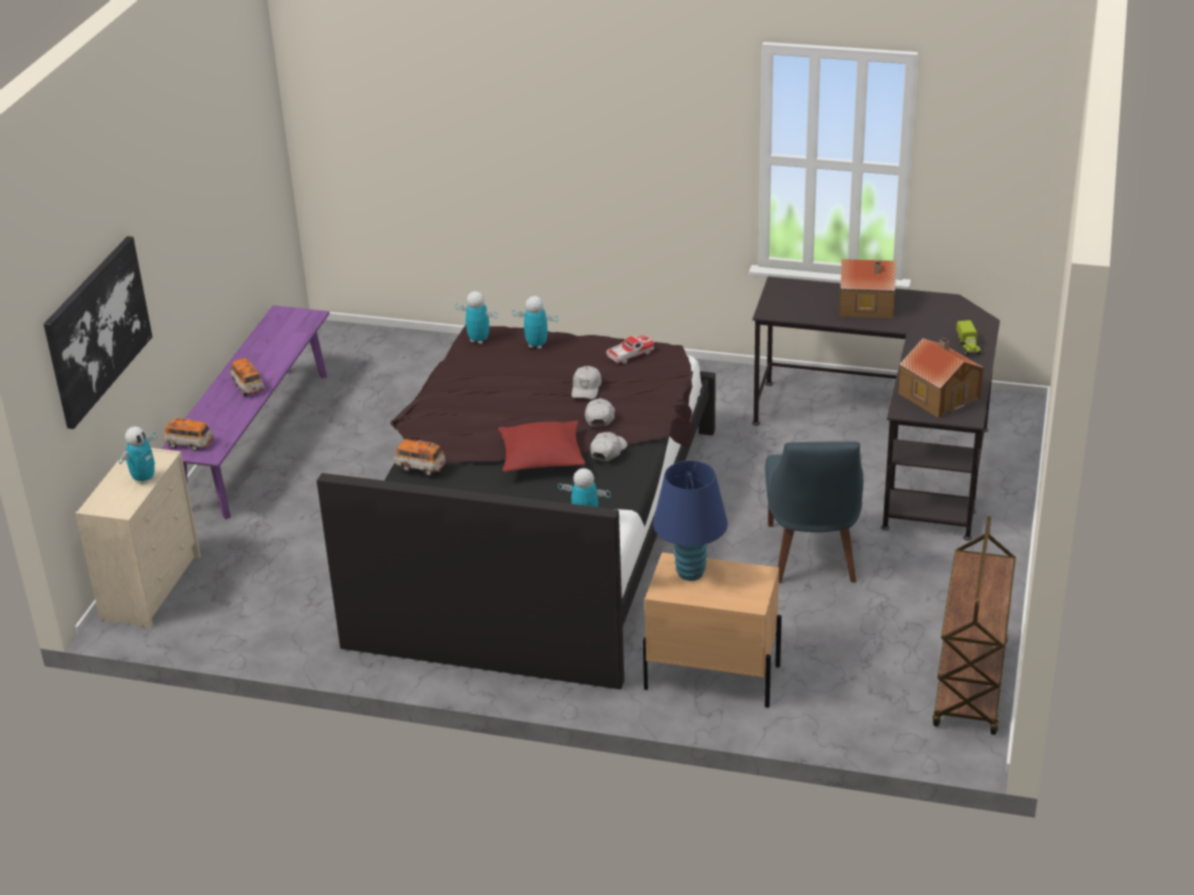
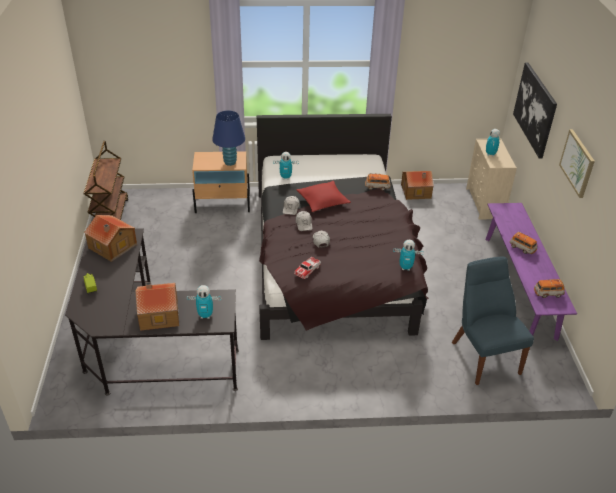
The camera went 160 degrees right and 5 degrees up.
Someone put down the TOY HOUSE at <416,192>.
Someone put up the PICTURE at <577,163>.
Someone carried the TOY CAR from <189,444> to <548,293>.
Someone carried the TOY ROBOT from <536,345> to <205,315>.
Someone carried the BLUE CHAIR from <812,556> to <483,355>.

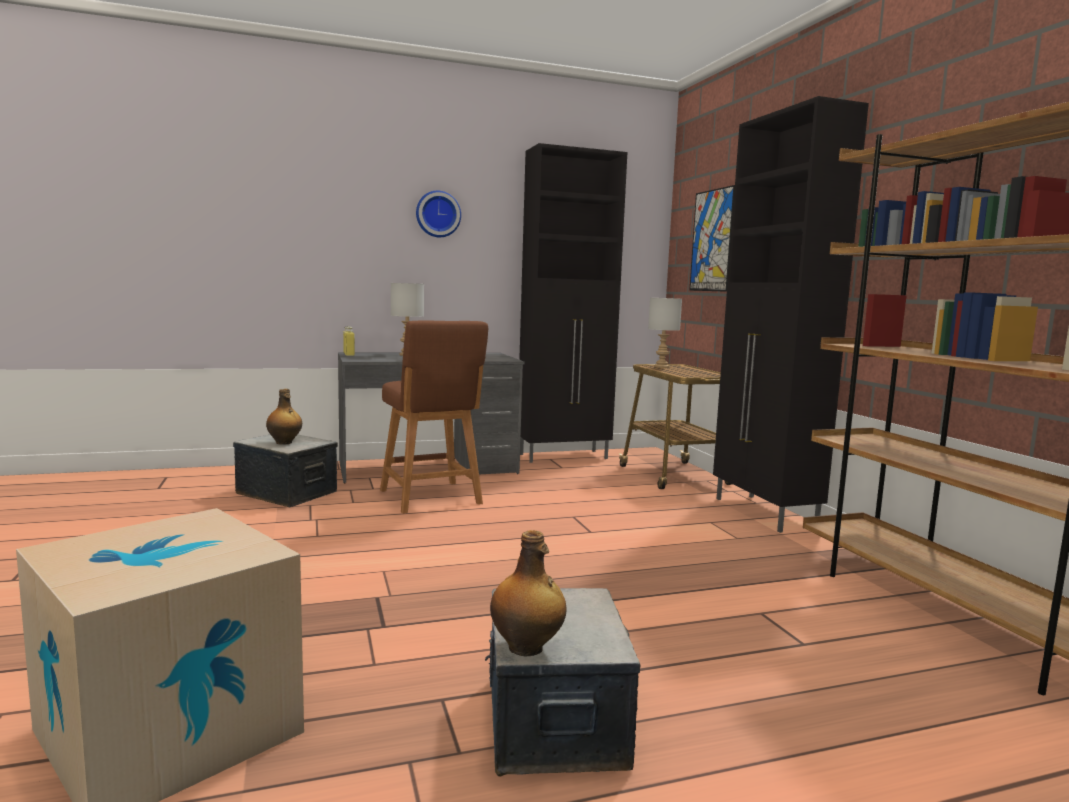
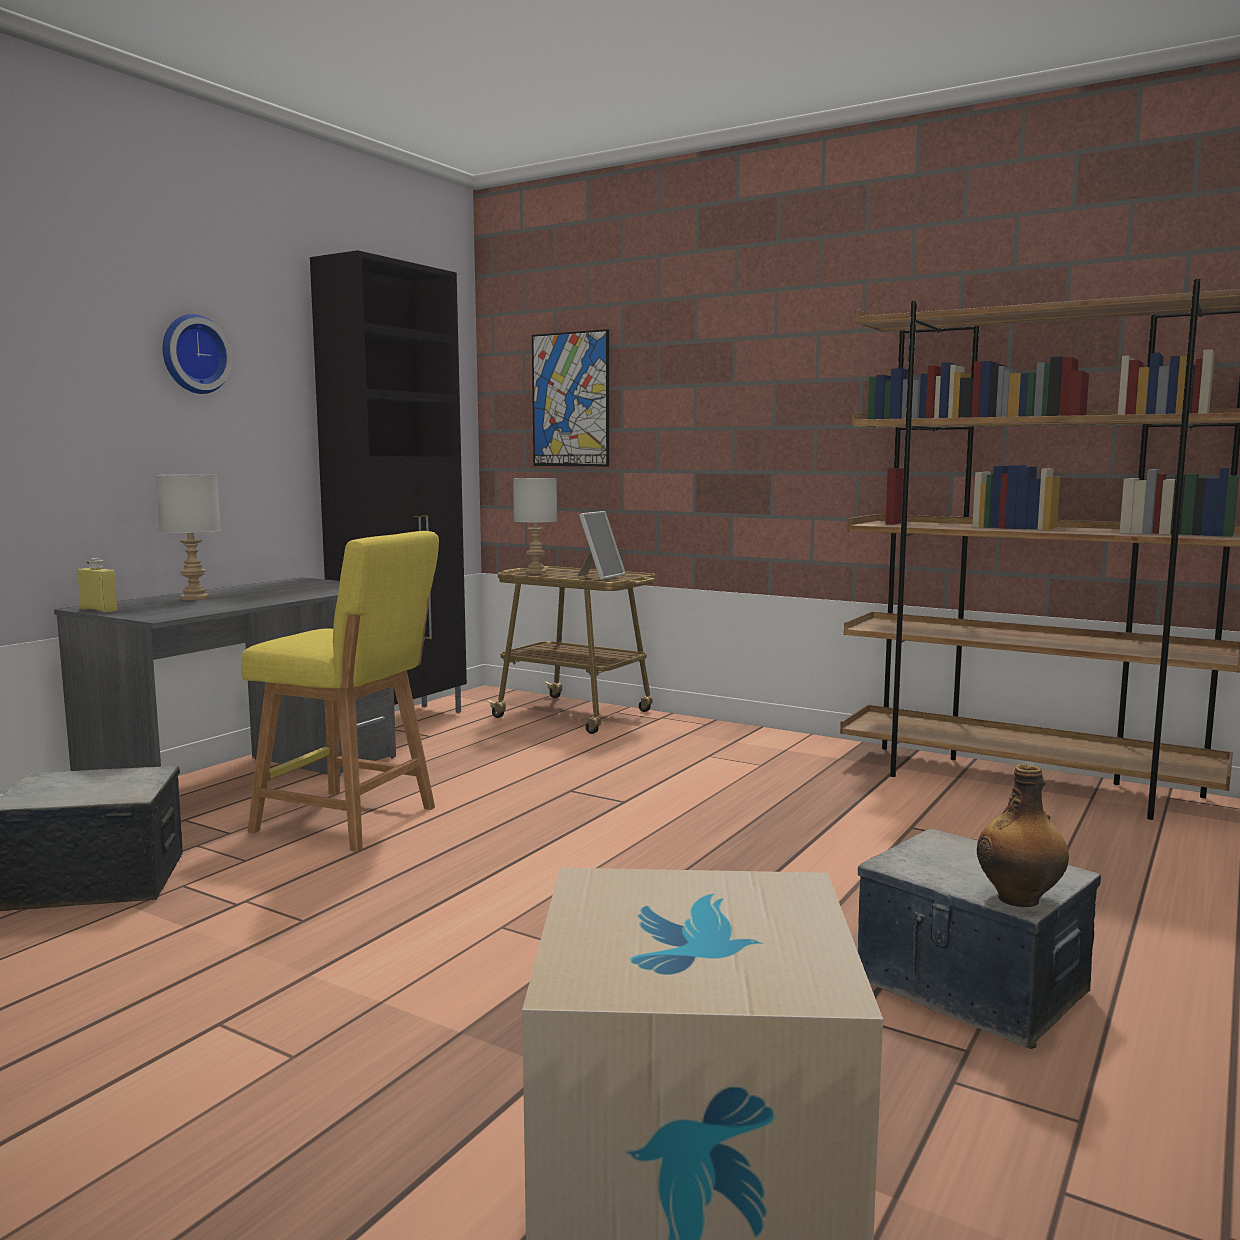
The camera went 40 degrees left and 0 degrees up.
Someone took away the BOTTLE at <284,443>.
Someone took away the BLACK CABINET at <764,513>.
Someone put down the PICTURE FRAME at <600,576>.
Someone repainted the BROWN STOOL at <432,498>, which became the YELLOW STOOL at <352,821>.

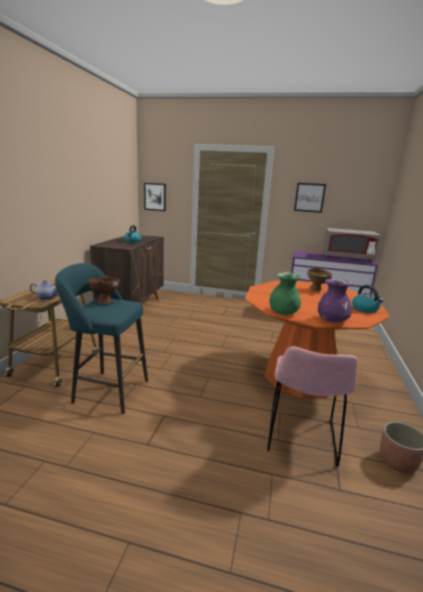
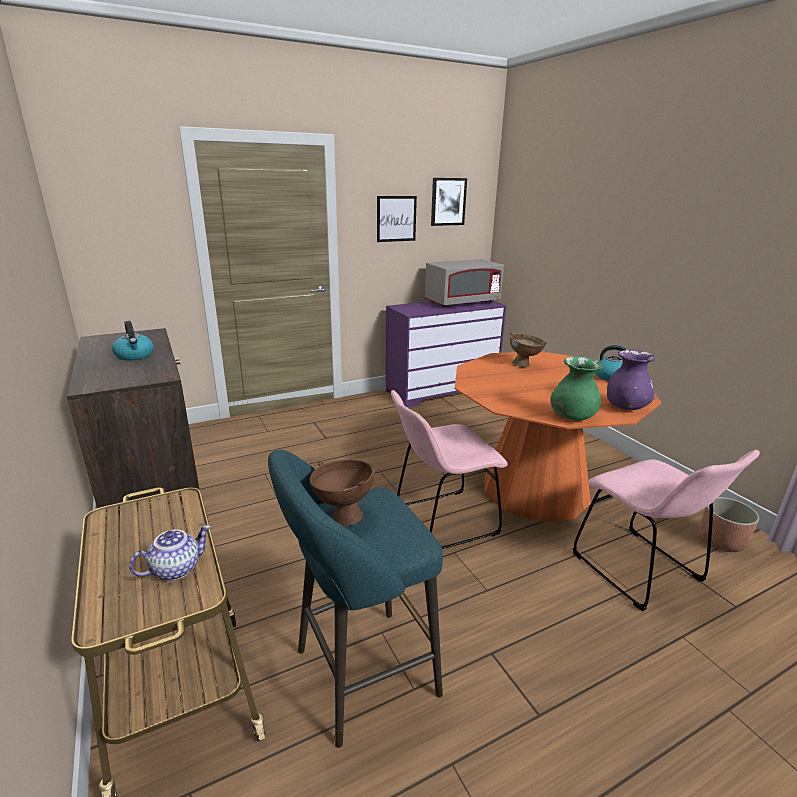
The camera went 40 degrees left and 5 degrees up.
Someone put down the PINK CHAIR at <441,521>.
Someone carried the PICTURE from <155,197> to <448,201>.

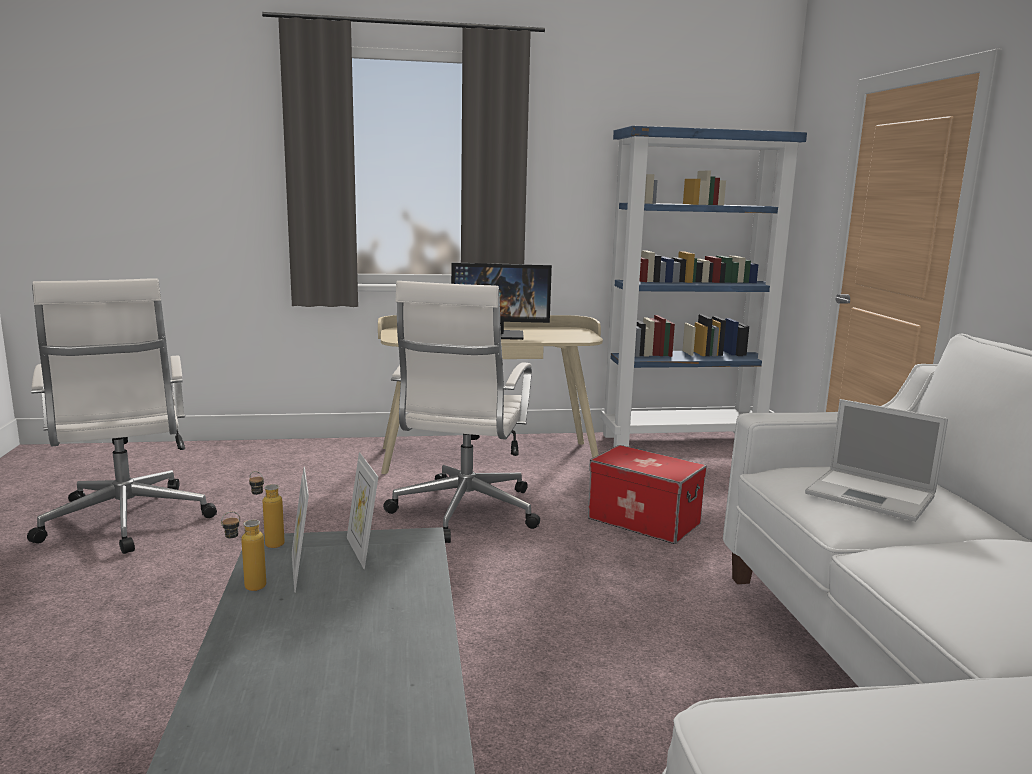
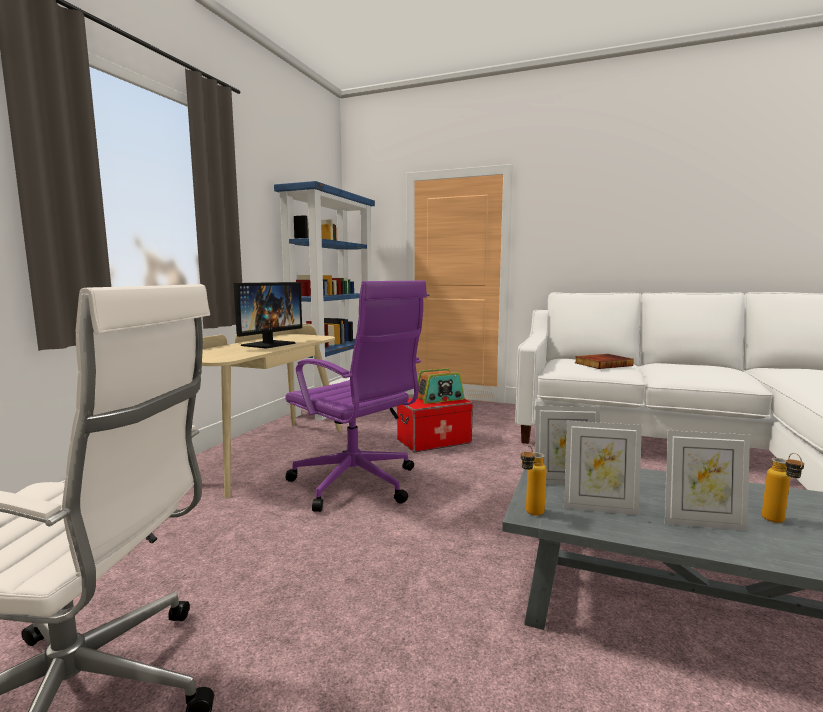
The camera went 60 degrees left and 5 degrees down.
Someone put down the RADIO at <439,398>.
Someone put down the PICTURE FRAME at <702,523>.
Someone carried the BOTTLE from <246,588> to <778,523>.
Someone swapped the LAPTOP at <872,495> for the BOOK at <602,364>.
Someone repainted the WHITE OFFICE CHAIR at <464,512>, which became the PURPLE OFFICE CHAIR at <357,484>.

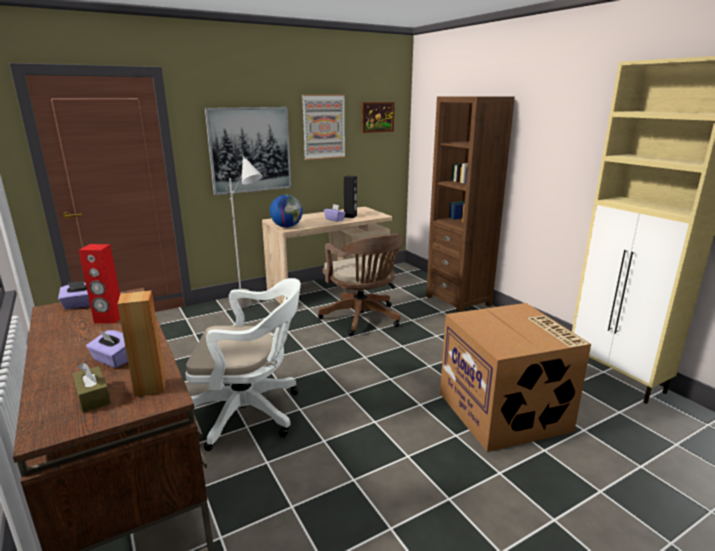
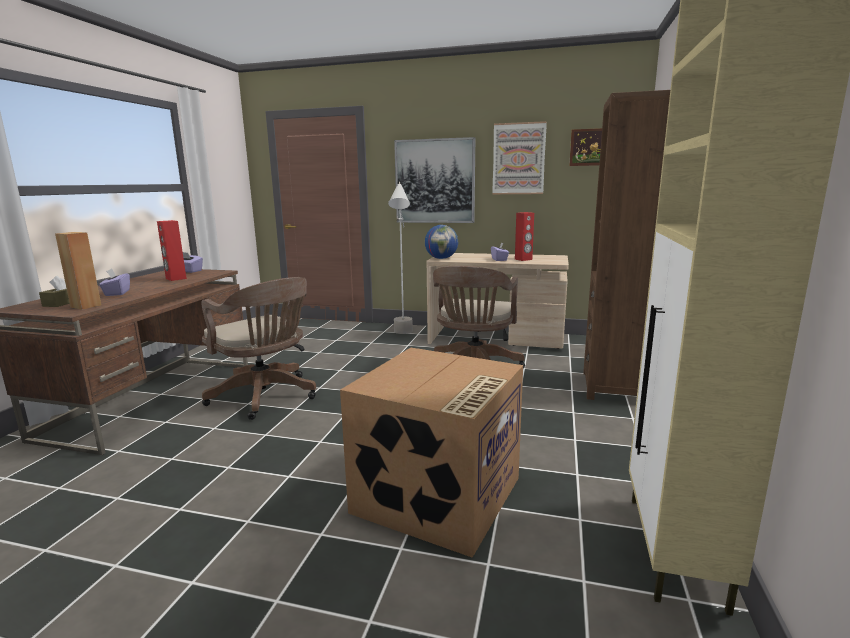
The camera went 45 degrees right and 5 degrees down.
Someone repainted the WHITE OFFICE CHAIR at <250,413>, which became the BROWN OFFICE CHAIR at <266,397>.
Someone repainted the BLACK SPEAKER at <350,216>, which became the RED SPEAKER at <523,259>.

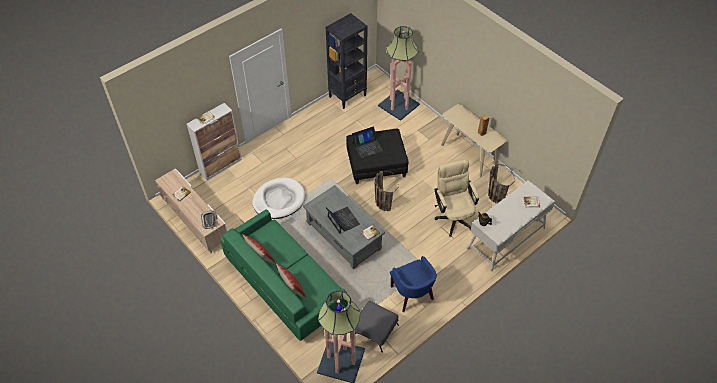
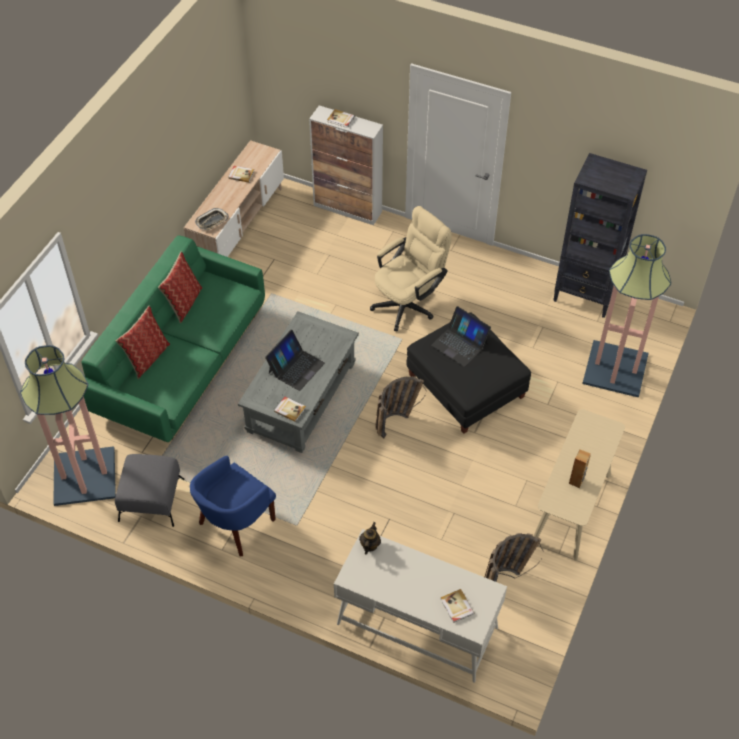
The camera went 65 degrees right and 0 degrees up.
Someone took away the WHITE DOG BED at <279,200>.
Someone carried the BEIGE OFFICE CHAIR from <453,216> to <409,303>.

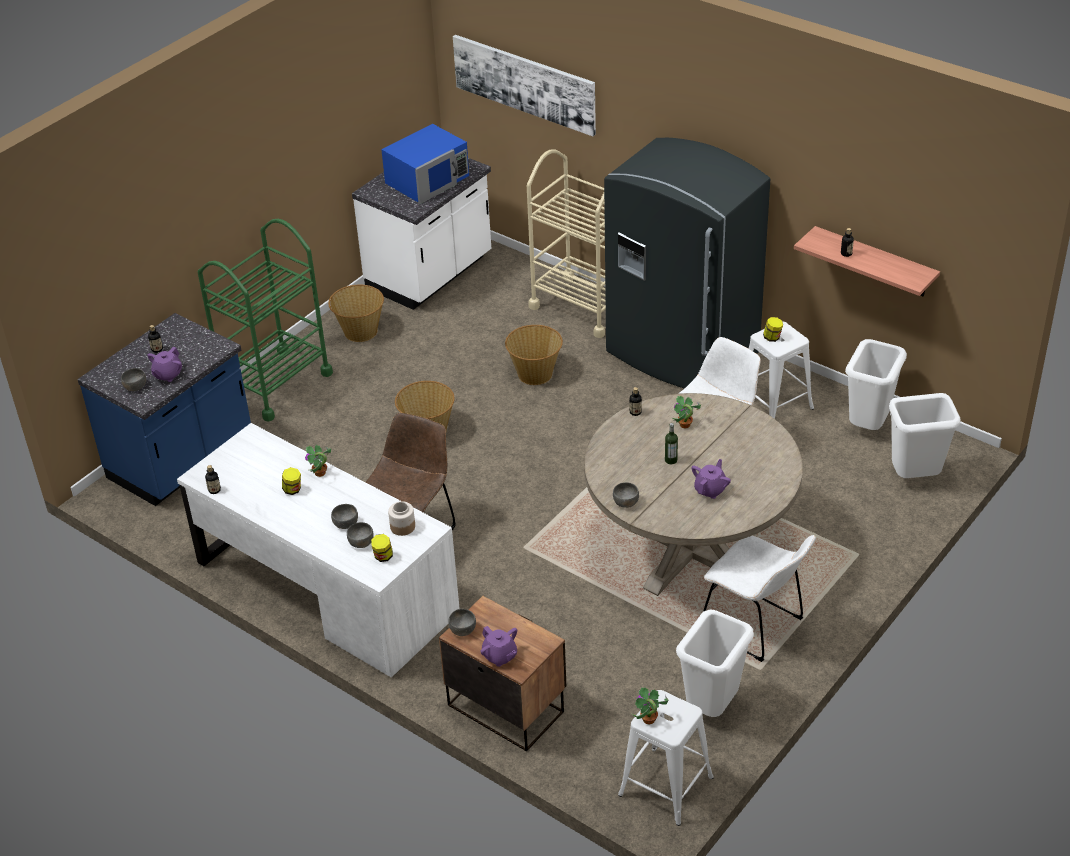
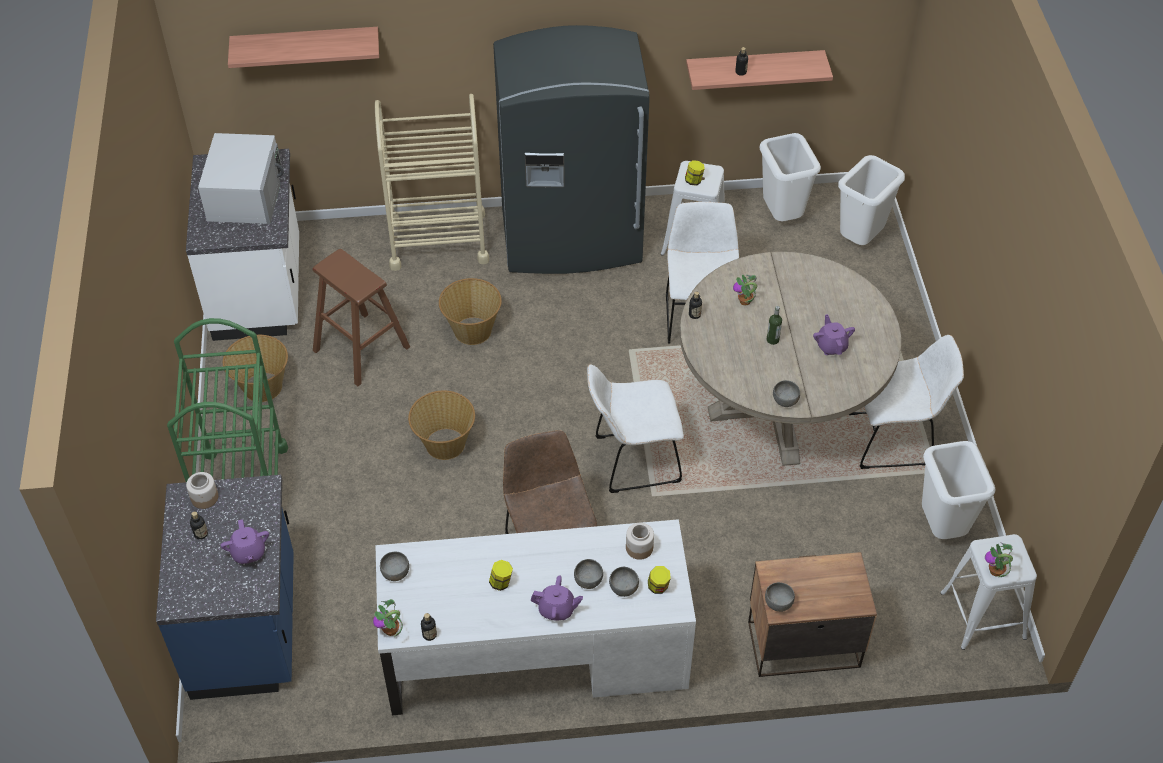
The camera went 45 degrees left and 10 degrees up.
Someone put down the JAR at <205,497>.
Someone put down the BROWN STOOL at <361,348>.
Someone put down the WHITE CHAIR at <632,460>.
Someone carried the GREY BOWL from <135,387> to <395,573>.
Someone carried the POTTED PLANT from <320,473> to <391,630>.
Someone carried the PURPLE TEAPOT from <500,656> to <556,609>.
Someone swapped the PICTURE at <524,83> for the SHELF at <306,46>.
Someone repainted the BLUE MICROWAVE at <428,179>, which became the WHITE MICROWAVE at <245,194>.

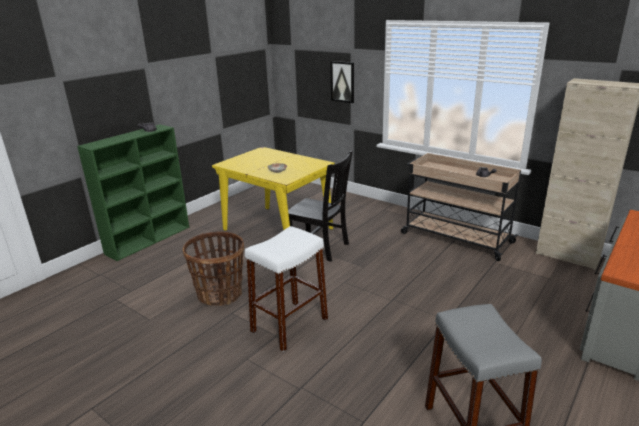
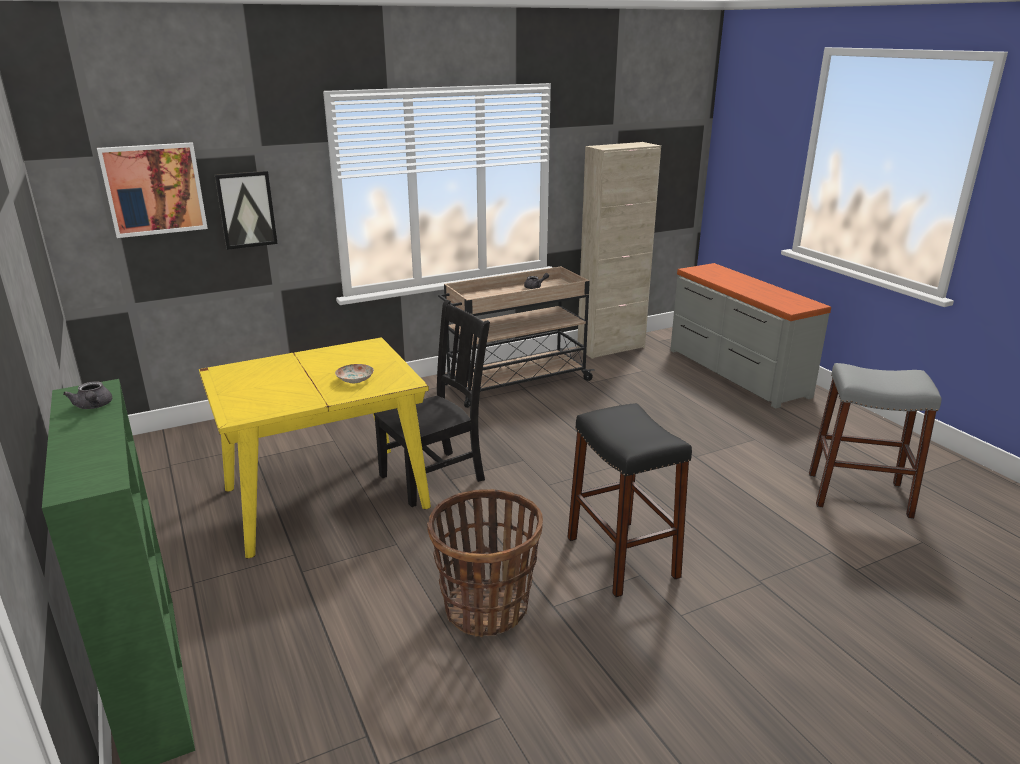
The camera went 65 degrees left and 0 degrees up.
Someone put up the PICTURE at <154,189>.
Someone repainted the WHITE STOOL at <289,325>, which became the BLACK STOOL at <622,557>.

